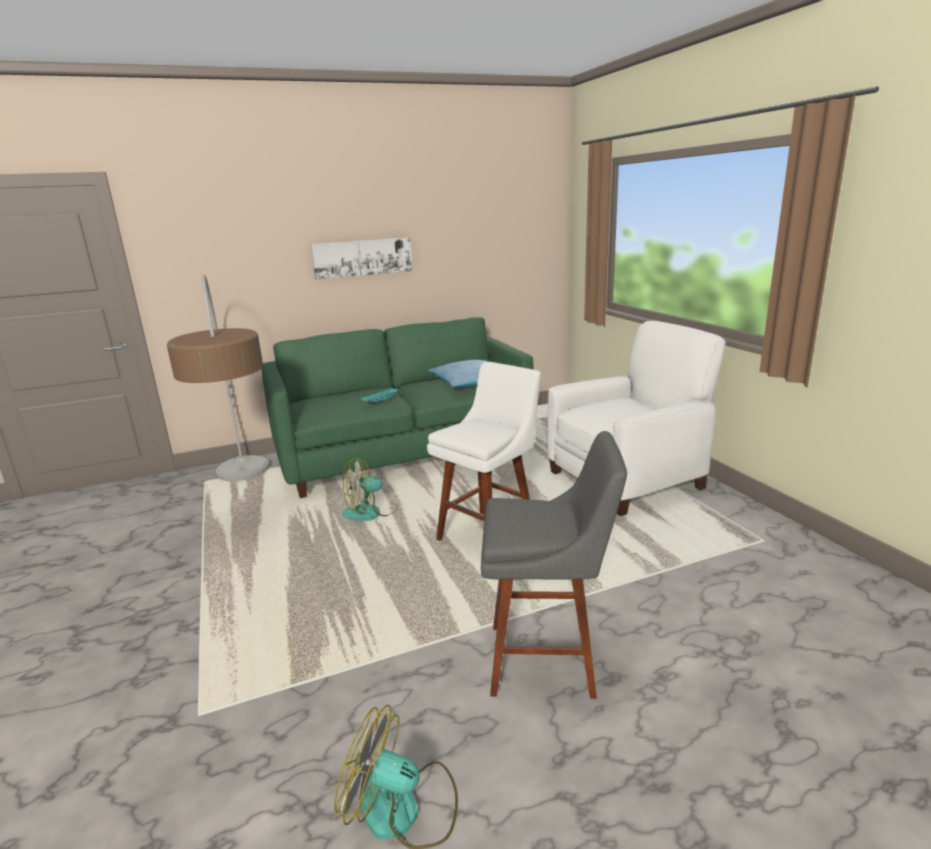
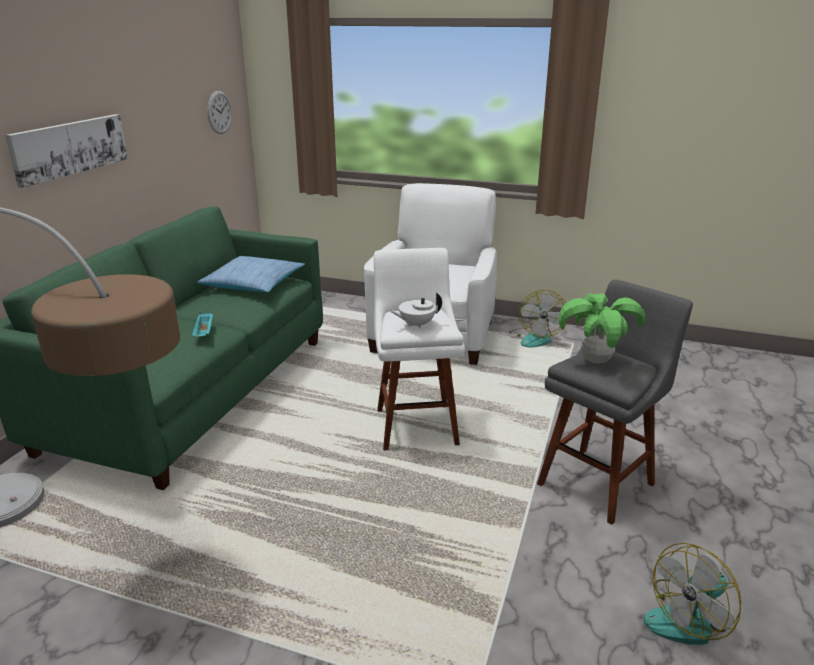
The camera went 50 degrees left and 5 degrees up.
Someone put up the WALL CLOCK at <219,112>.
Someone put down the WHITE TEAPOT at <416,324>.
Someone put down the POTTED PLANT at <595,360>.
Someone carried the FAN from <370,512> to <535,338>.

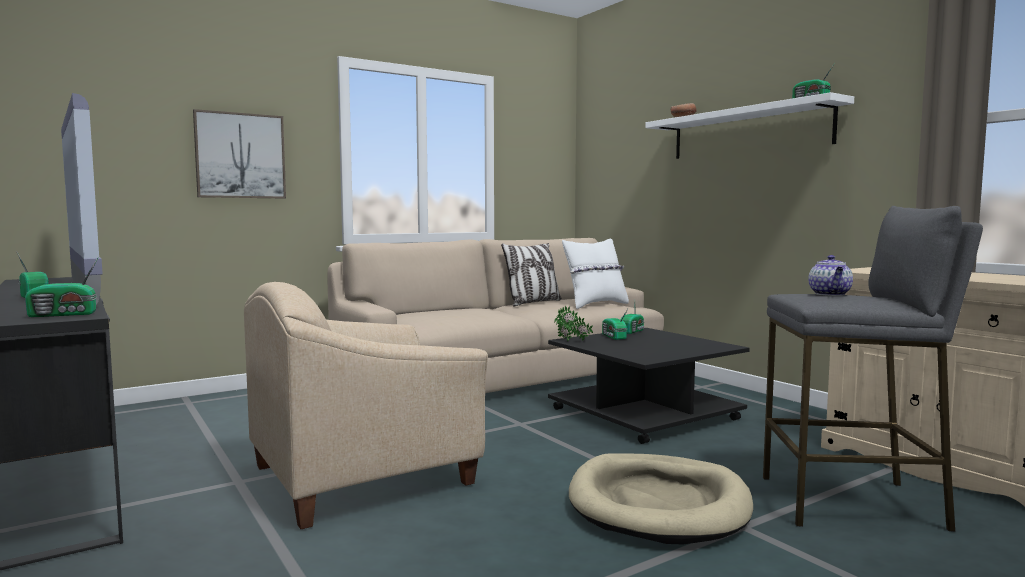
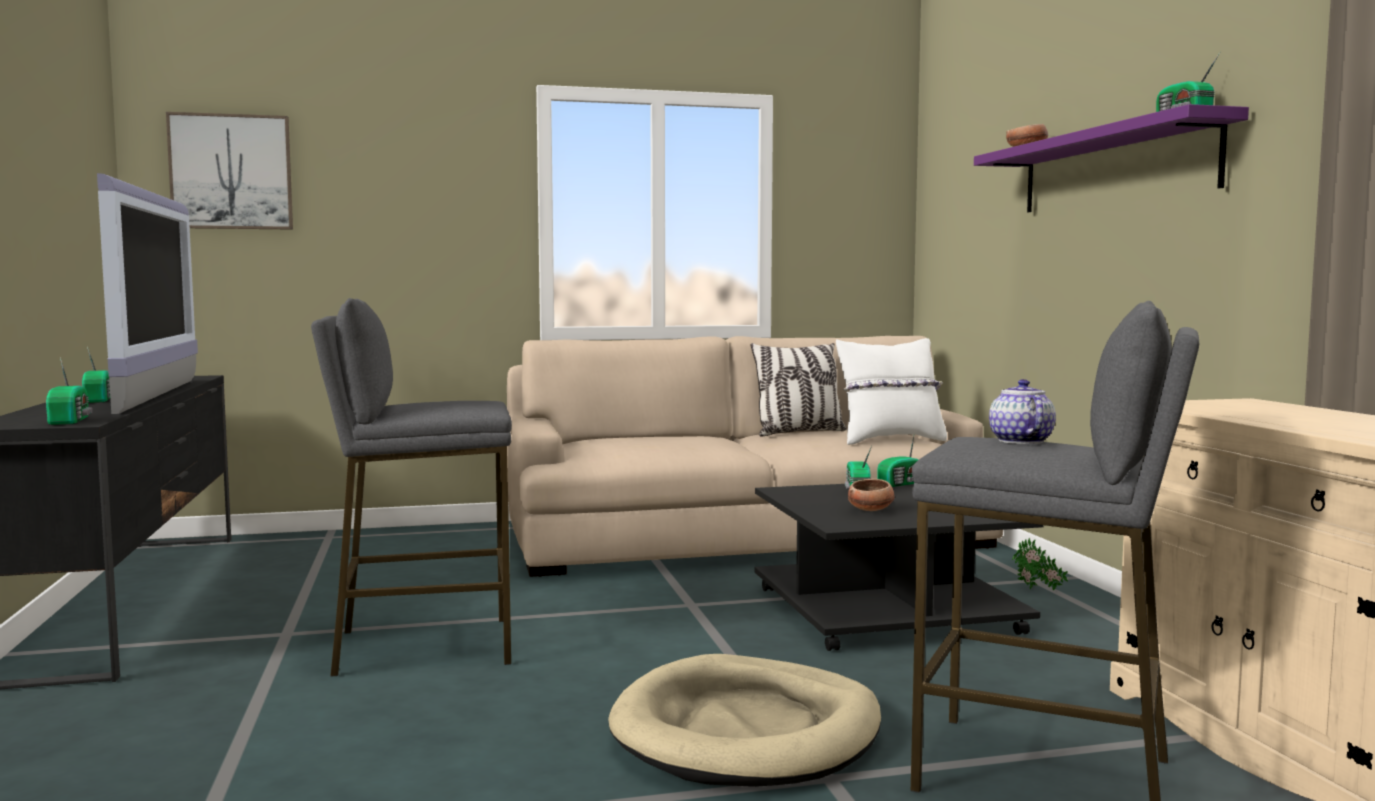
The camera went 20 degrees right and 0 degrees up.
Someone put down the BOWL at <871,510>.
Someone carried the PICTURE from <240,156> to <231,172>.
Someone carried the POTTED PLANT from <572,341> to <1038,590>.
Someone swapped the BEIGE ARMCHAIR at <364,476> for the GREY STOOL at <423,646>.
Someone repainted the WHITE SHELF at <748,132>, which became the PURPLE SHELF at <1114,169>.
Someone rotated the RADIO at <64,314> by 105 degrees counterclockwise.
Someone rotated the TEAPOT at <830,294> by 150 degrees clockwise.

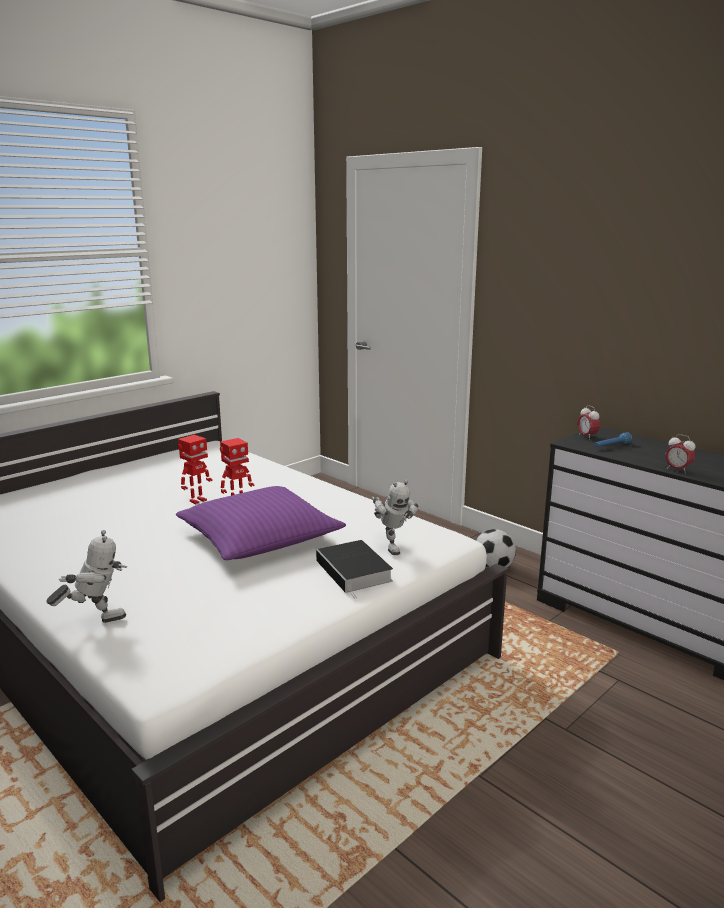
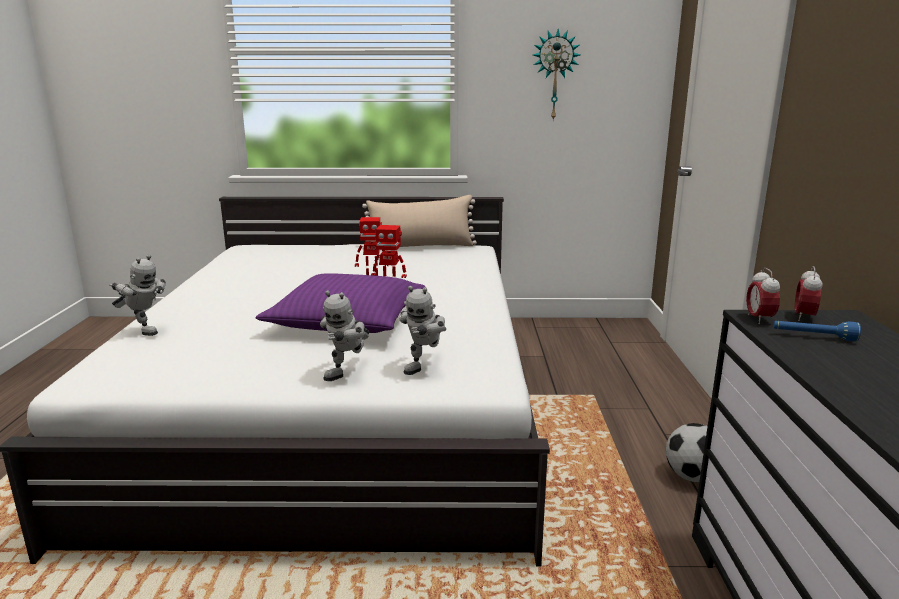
The camera went 45 degrees right and 0 degrees up.
Someone put down the BEIGE PILLOW at <421,246>.
Someone put up the WALL CLOCK at <555,75>.
Someone carried the ALARM CLOCK from <677,470> to <759,319>.
Someone swapped the BOOK at <355,572> for the TOY ROBOT at <348,373>.

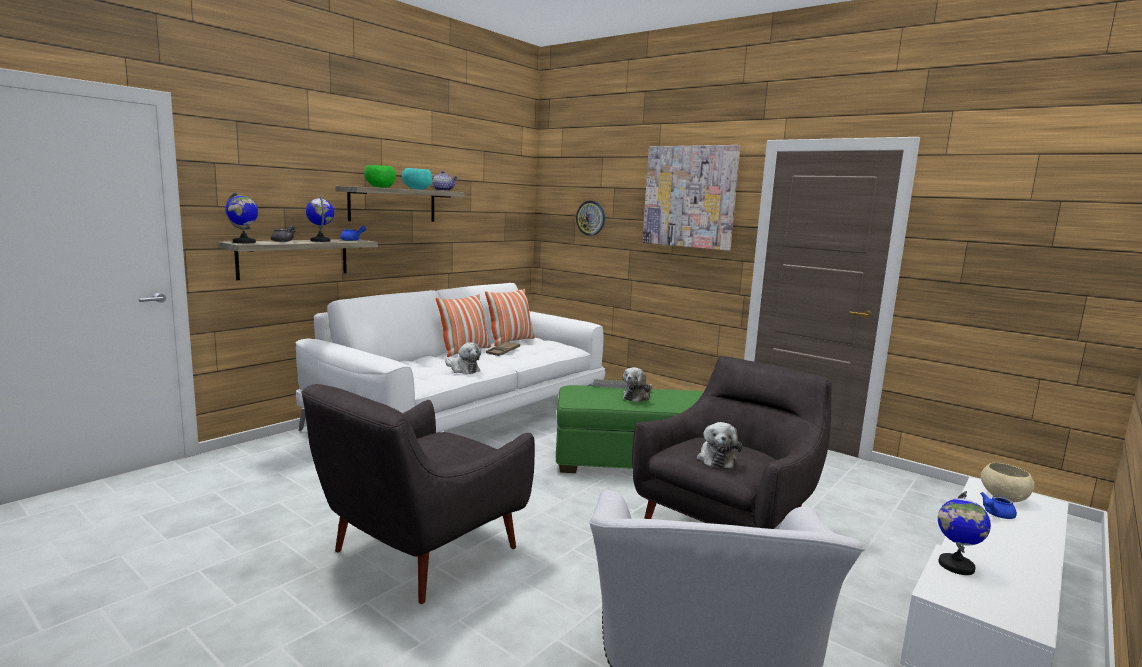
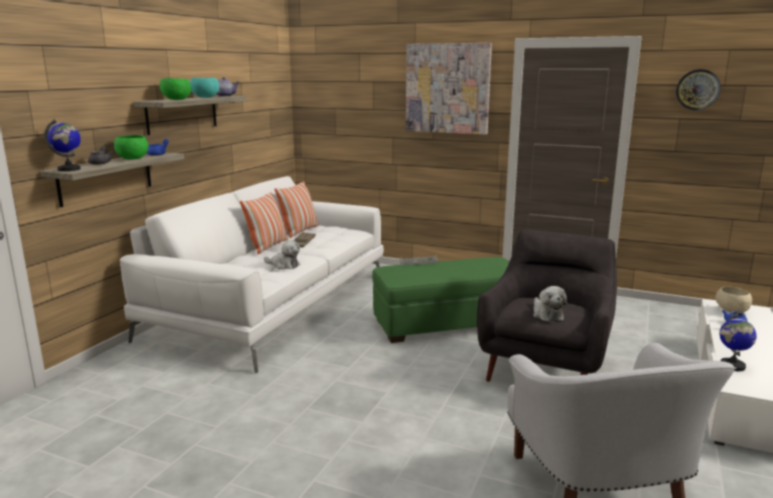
The camera went 15 degrees left and 5 degrees up.
Someone took away the GREY ARMCHAIR at <419,553>.
Someone took away the PLUSH TOY at <637,397>.
Someone carried the WALL CLOCK from <591,218> to <697,89>.
Someone swapped the GLOBE at <320,241> for the GREEN BOWL at <133,158>.

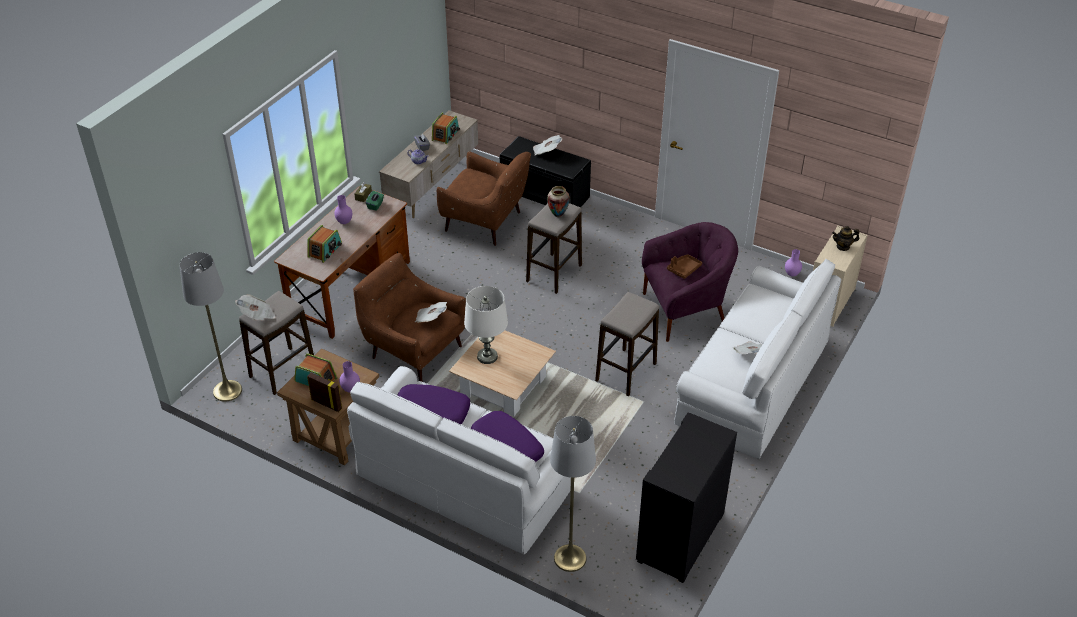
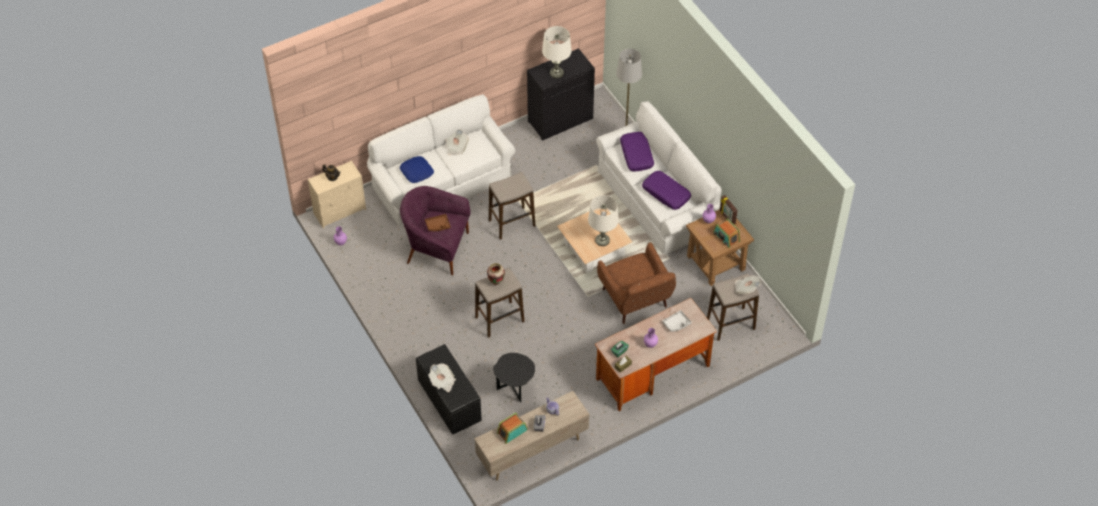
The camera went 150 degrees left and 10 degrees up.
Someone took away the GREY FLOOR LAMP at <227,391>.
Someone took away the NEWSPAPER at <431,318>.
Someone put down the BLUE PILLOW at <417,172>.
Someone put down the WHITE TABLE LAMP at <556,73>.
Someone swapped the RADIO at <325,250> for the GREY TRAY at <676,324>.
Someone swapped the BROWN ARMCHAIR at <486,223> for the BLACK SIDE TABLE at <515,391>.

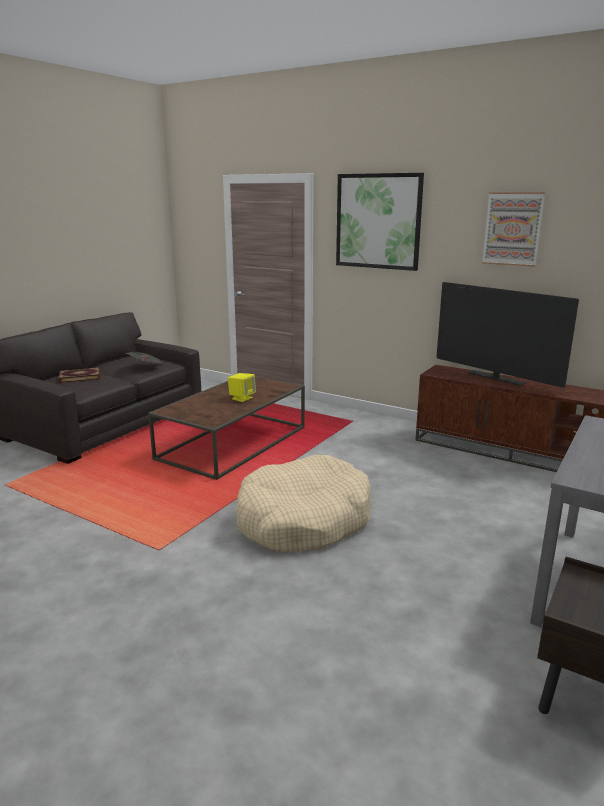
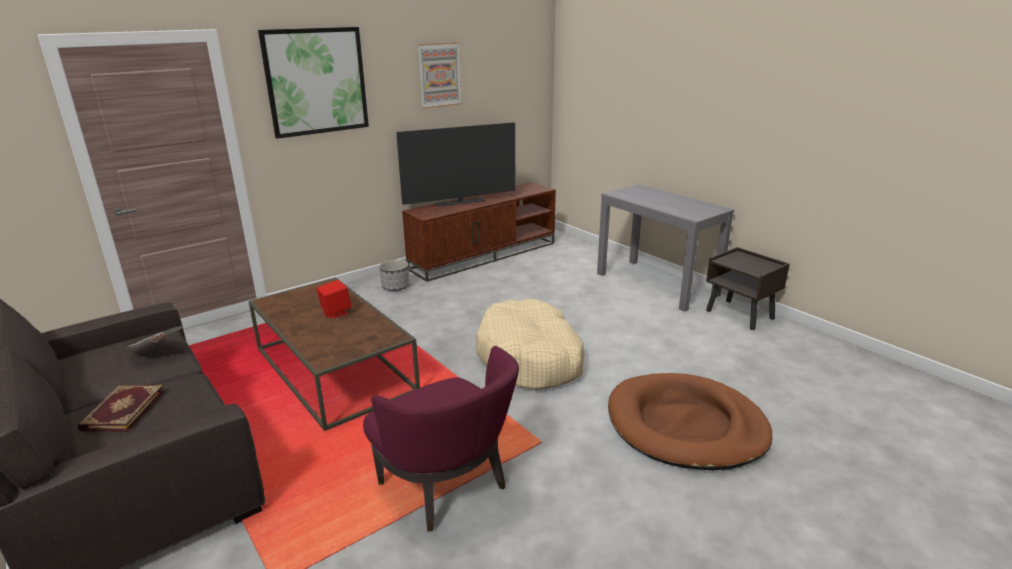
The camera went 70 degrees left and 5 degrees up.
Someone put down the PURPLE ARMCHAIR at <446,487>.
Someone put down the PLANTER at <395,287>.
Someone put down the BROWN DOG BED at <686,426>.
Someone repainted the YELLOW SPEAKER at <242,398>, which became the RED SPEAKER at <335,312>.

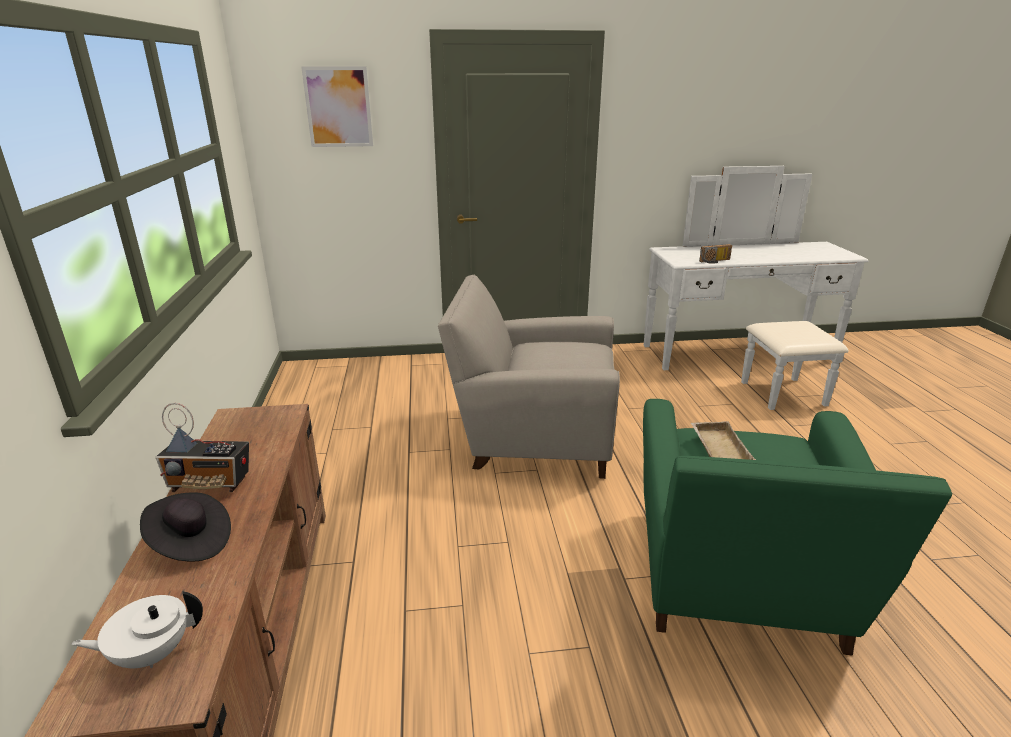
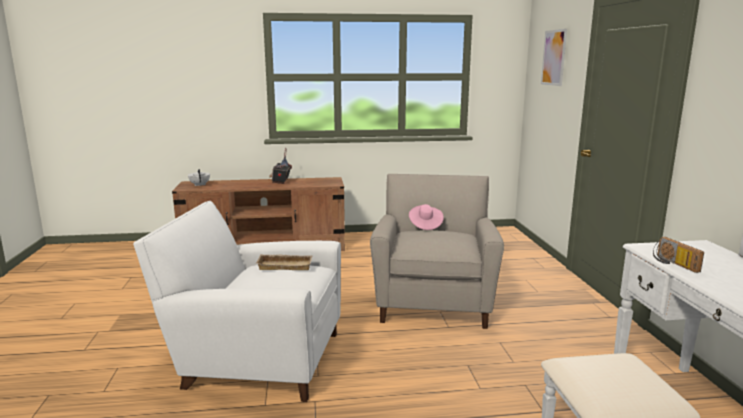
The camera went 90 degrees right and 10 degrees down.
Someone took away the BLACK HAT at <190,542>.
Someone put down the PINK HAT at <425,225>.
Someone repainted the GREEN ARMCHAIR at <738,584>, which became the WHITE ARMCHAIR at <255,358>.

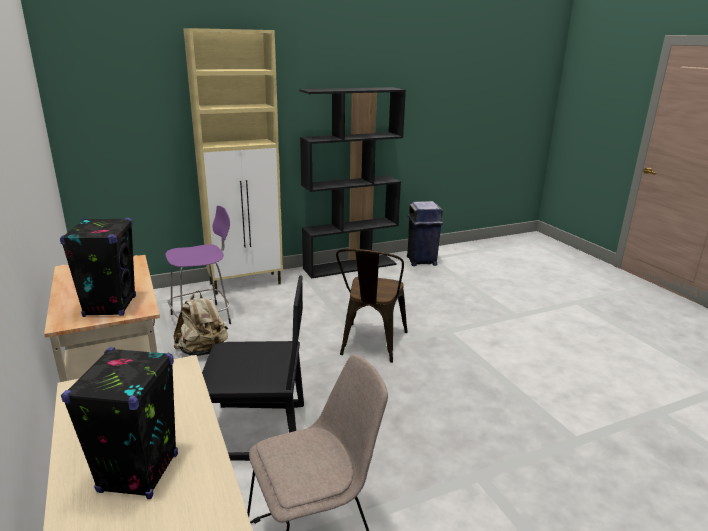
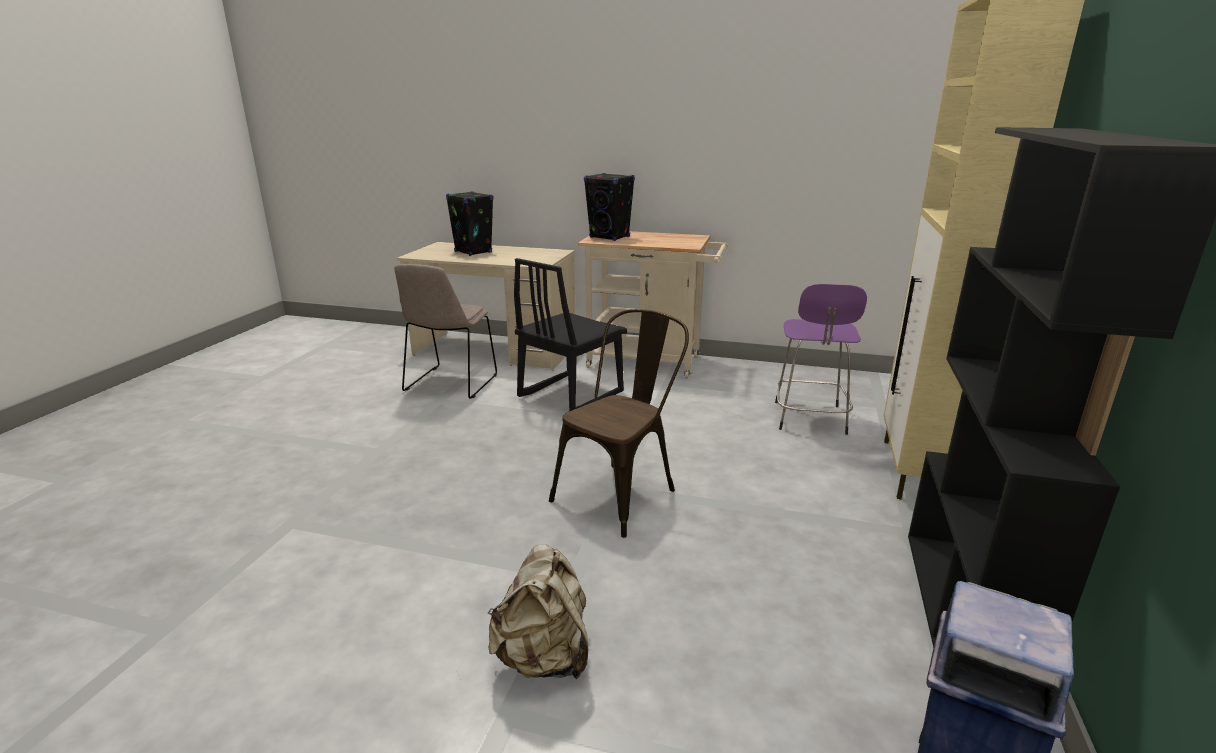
The camera went 130 degrees right and 0 degrees up.
Someone carried the BEIGE BACKPACK from <203,351> to <544,658>.
Someone rotated the BROWN CHAIR at <371,345> by 75 degrees clockwise.

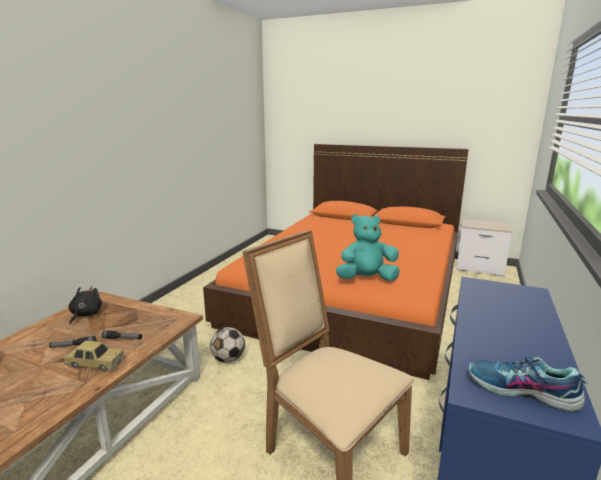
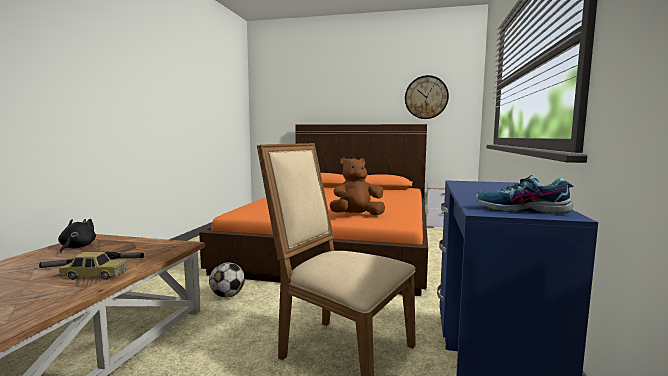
The camera went 10 degrees left and 10 degrees down.
Someone put up the WALL CLOCK at <426,97>.
Someone repainted the TURQUOISE PLUSH TOY at <366,279>, which became the BROWN PLUSH TOY at <356,216>.

